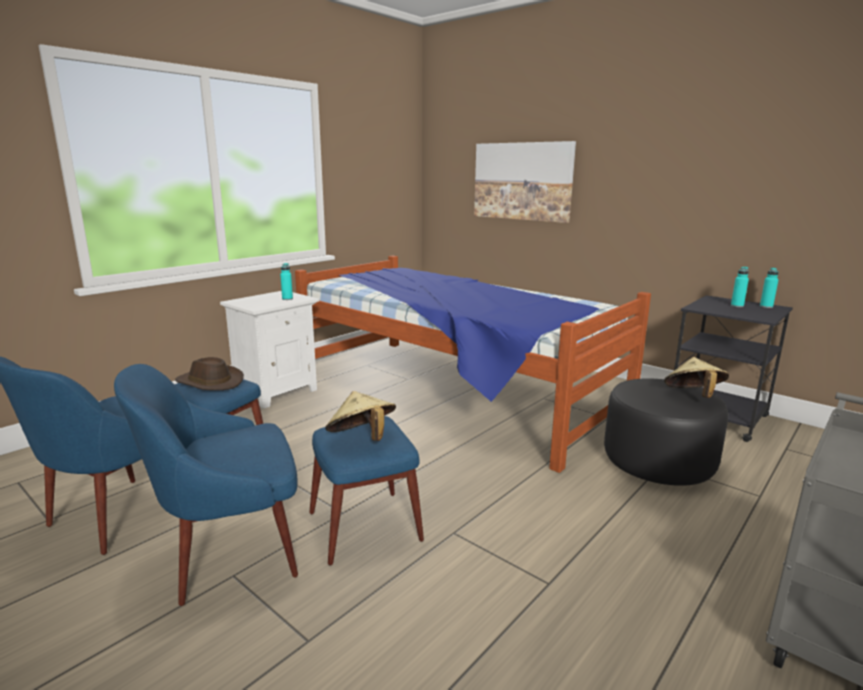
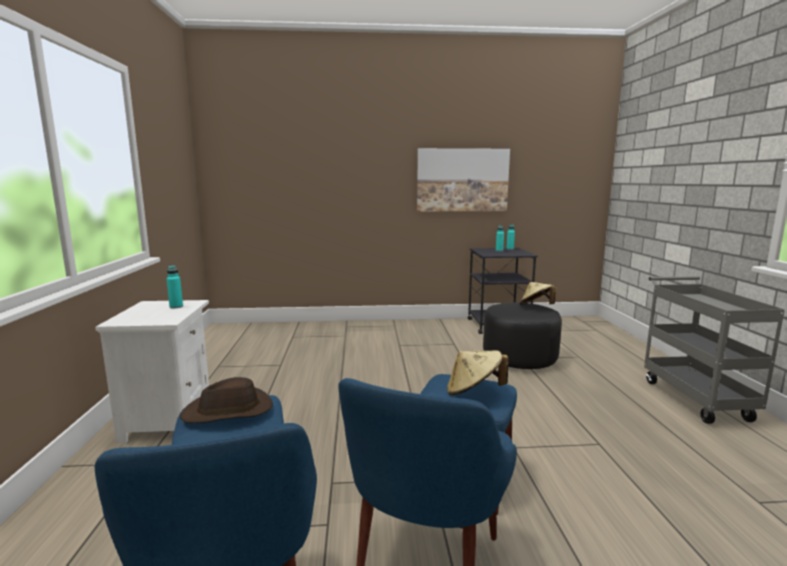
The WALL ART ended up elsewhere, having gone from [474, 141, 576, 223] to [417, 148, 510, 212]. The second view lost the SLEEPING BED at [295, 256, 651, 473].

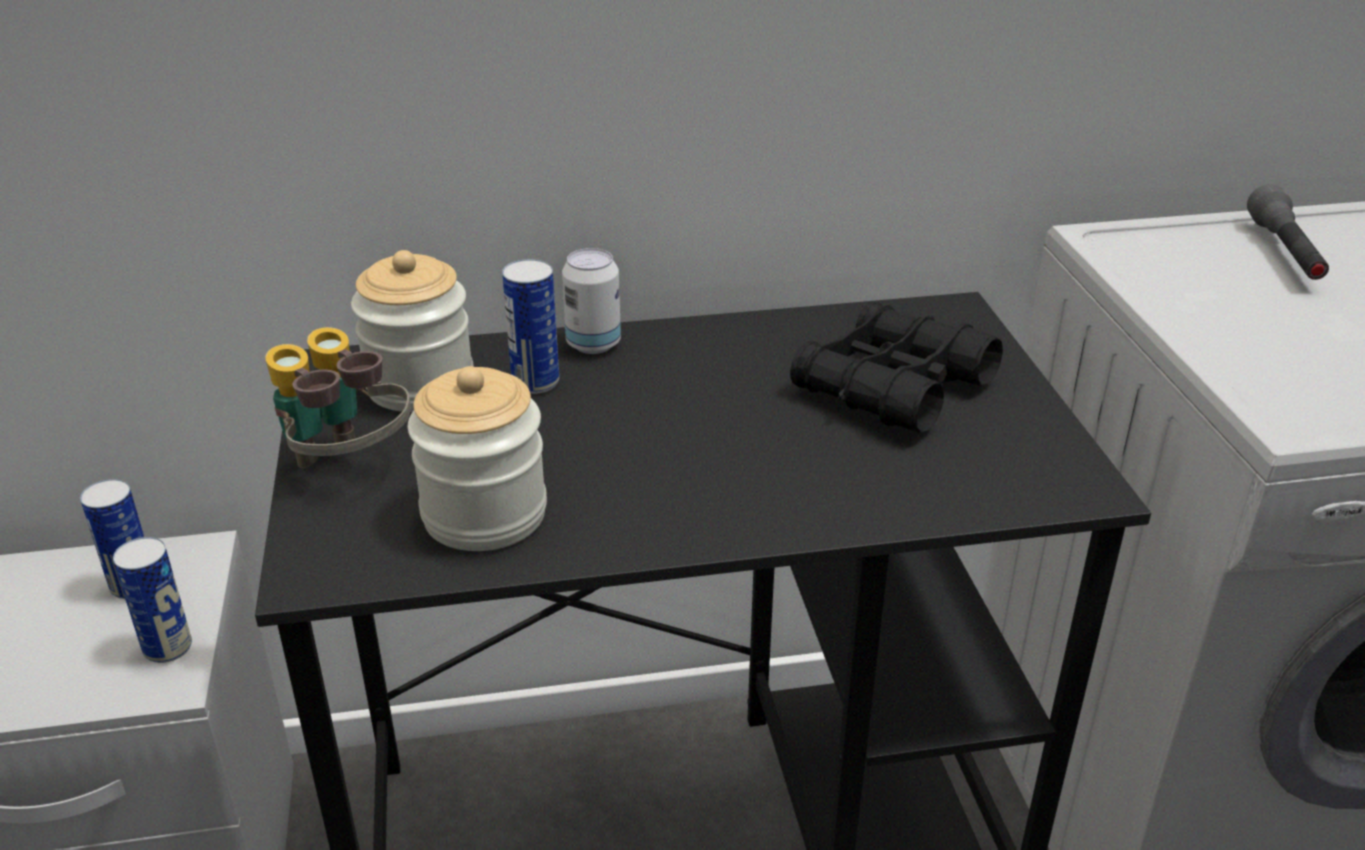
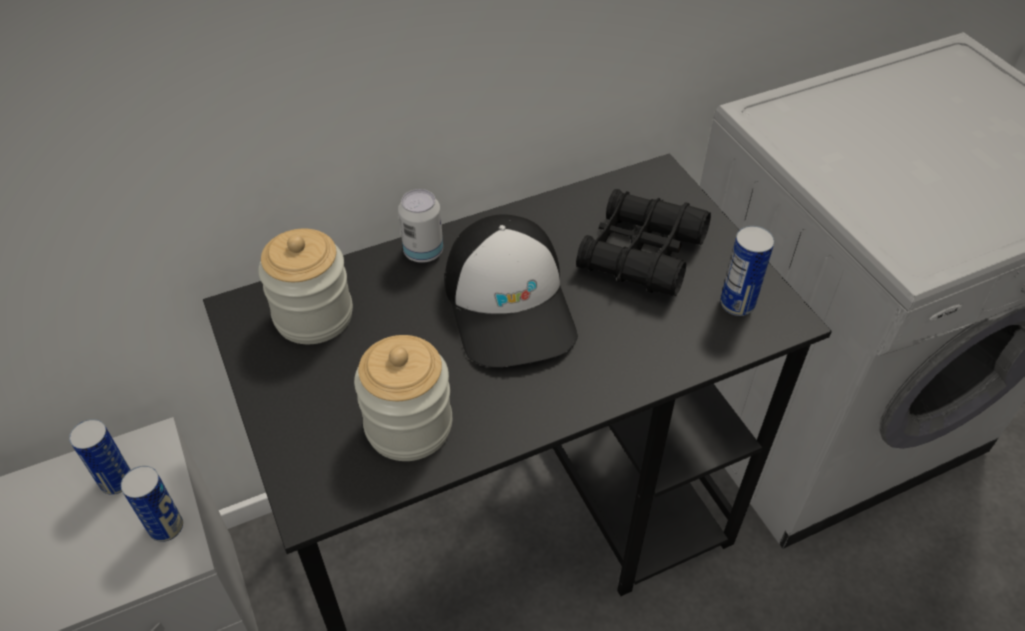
The second view lost the GREY TORCH at [1247, 184, 1329, 280]. The METAL CAN ended up elsewhere, having gone from [502, 259, 560, 394] to [720, 226, 775, 316]. The second view lost the BINOCULARS at [265, 327, 411, 468]. The second view gained the CAP at [445, 214, 578, 368].

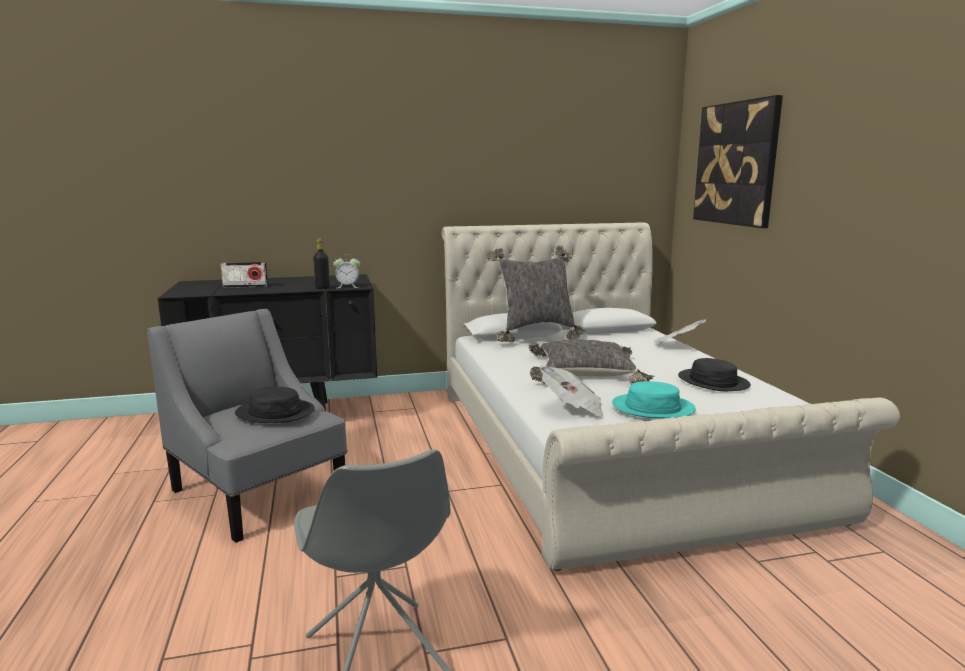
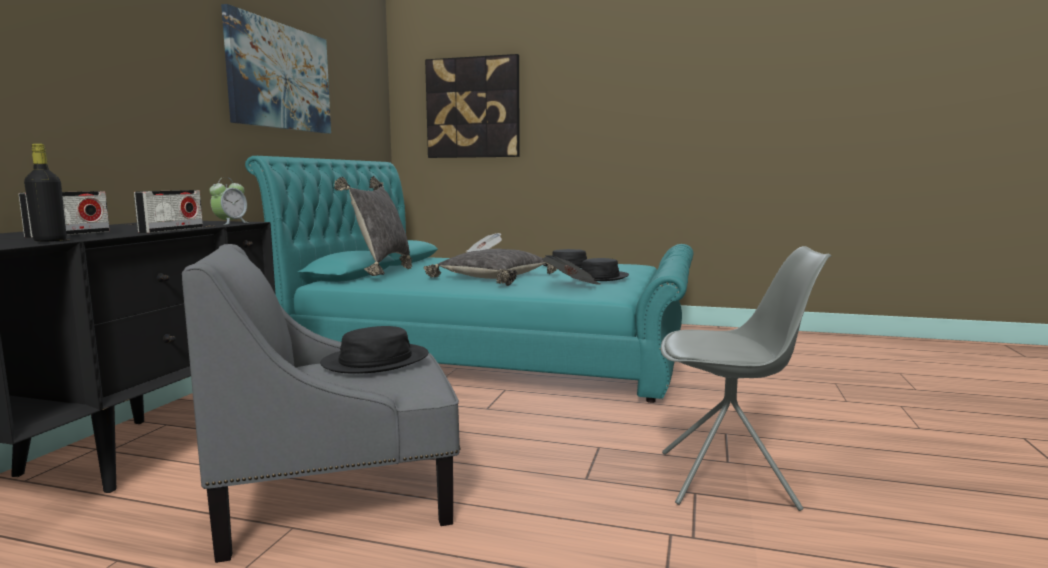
What was the SAND-COLOURED SLEEPING BED at [442, 223, 900, 571] turned into the BLUE-GREEN SLEEPING BED at [245, 156, 693, 403]. The BLACK BOTTLE ended up elsewhere, having gone from [313, 239, 330, 289] to [24, 144, 67, 242]. What was the BLUE-GREEN CLOTHING HAT at [612, 381, 696, 418] turned into the BLACK CLOTHING HAT at [582, 258, 629, 281]. The second view gained the WALL ART at [221, 4, 331, 134]. The second view gained the RADIO at [134, 190, 203, 233].

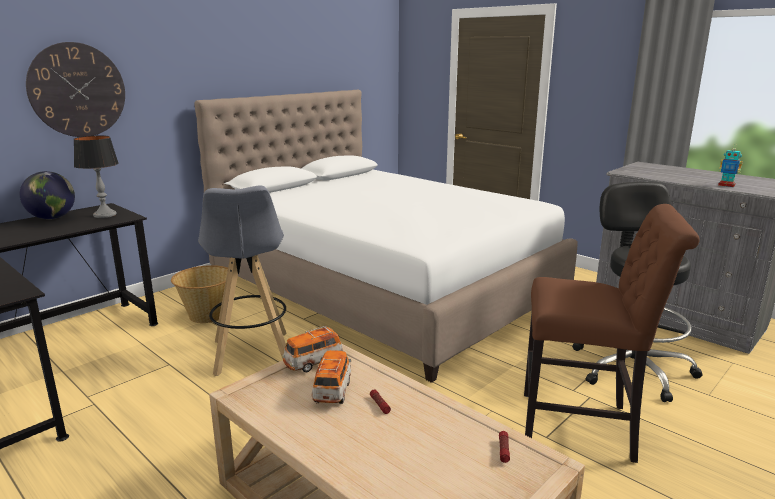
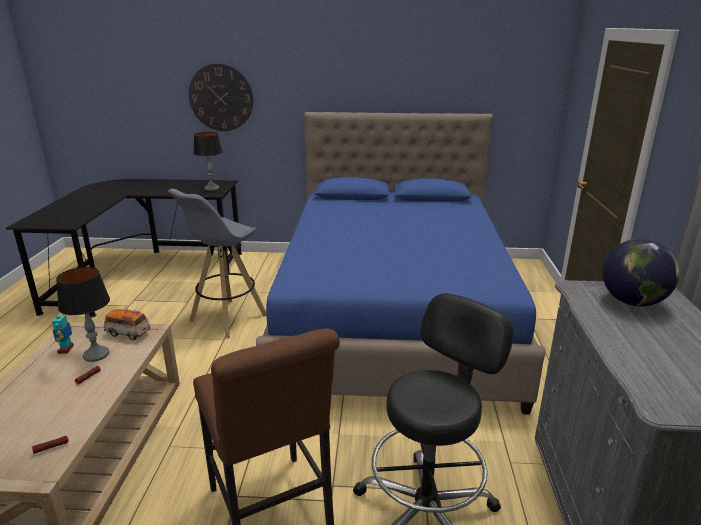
What was the WHITE SLEEPING BED at [195, 90, 578, 383] turned into the BLUE-COLOURED SLEEPING BED at [256, 112, 546, 415]. The MODEL ROBOT ended up elsewhere, having gone from [718, 144, 743, 187] to [52, 311, 74, 354]. The WORLD GLOBE ended up elsewhere, having gone from [20, 171, 75, 219] to [602, 239, 679, 306]. The second view lost the HOUSEHOLD BASKET at [171, 265, 228, 323]. Where the MODEL CAR stood at [311, 350, 351, 404], the TABLETOP LAMP came to stand at [56, 267, 110, 362].

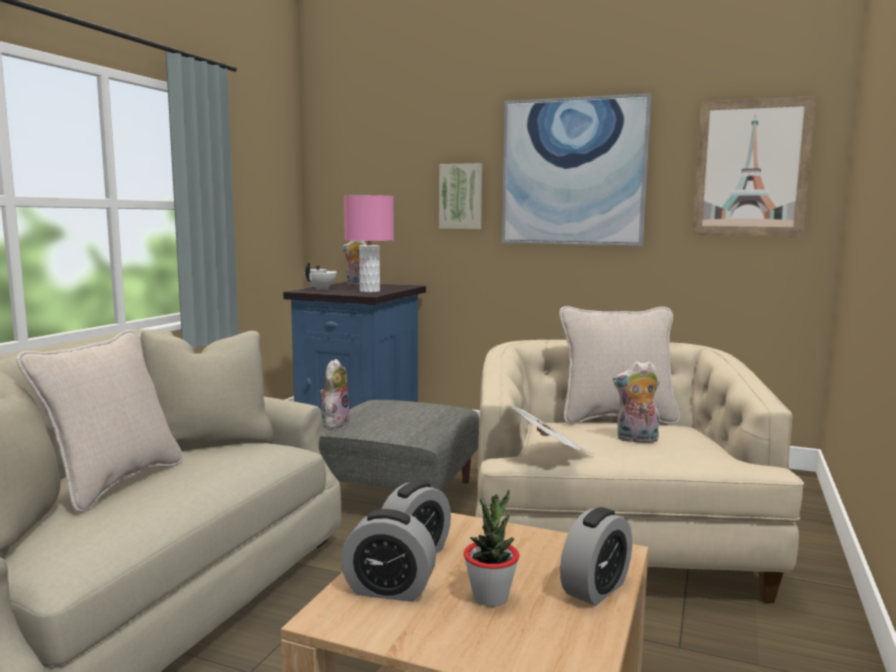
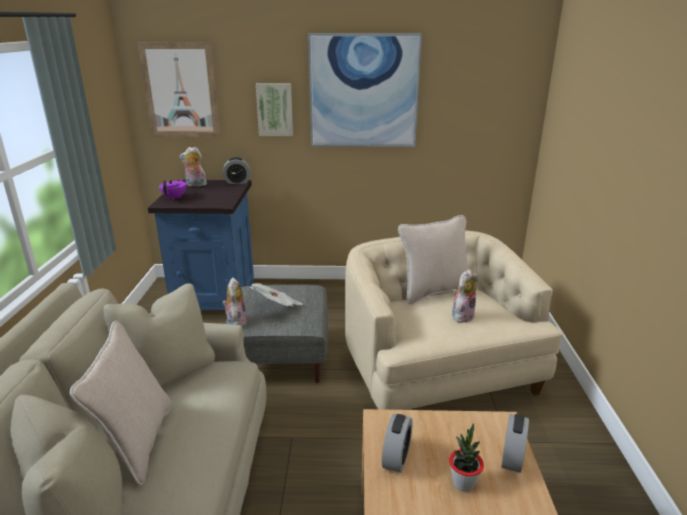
The WALL ART ended up elsewhere, having gone from [692, 96, 816, 236] to [138, 42, 221, 138]. The second view lost the PINKISH TABLETOP LAMP at [344, 195, 394, 292]. What was the WHITE POT FOR TEA at [305, 261, 337, 290] turned into the PURPLISH POT FOR TEA at [159, 179, 187, 200]. The CUDDLY TOY at [613, 361, 660, 443] ended up facing another way, 150 degrees clockwise from before. The NEWSPAPER ended up elsewhere, having gone from [503, 404, 594, 454] to [250, 283, 303, 307]. The TABLE CLOCK ended up elsewhere, having gone from [341, 509, 436, 602] to [223, 157, 251, 184].

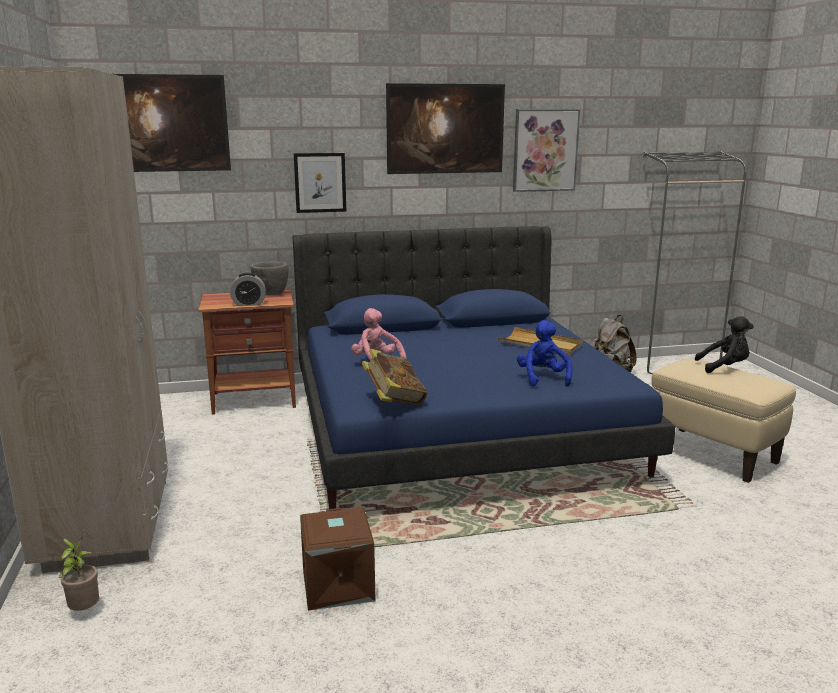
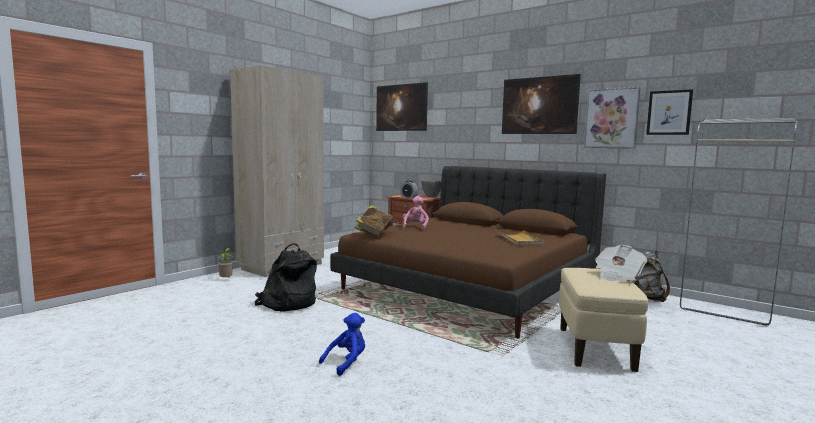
The WALL ART ended up elsewhere, having gone from [294, 153, 346, 213] to [646, 89, 693, 135]. What was the BLUE-COLOURED SLEEPING BED at [292, 226, 675, 509] turned into the BROWNISH SLEEPING BED at [330, 166, 606, 339]. Where the BLACK CUDDLY TOY stood at [695, 316, 753, 373], the NEWSPAPER came to stand at [595, 245, 647, 281]. The BLUE-COLOURED CUDDLY TOY ended up elsewhere, having gone from [517, 320, 573, 387] to [319, 313, 365, 376]. Where the BROWNISH STORAGE CONTAINER stood at [300, 508, 376, 611], the BLACK KNAPSACK came to stand at [255, 243, 317, 312].

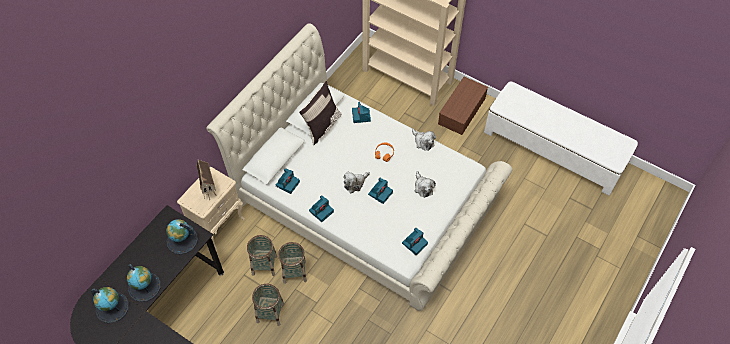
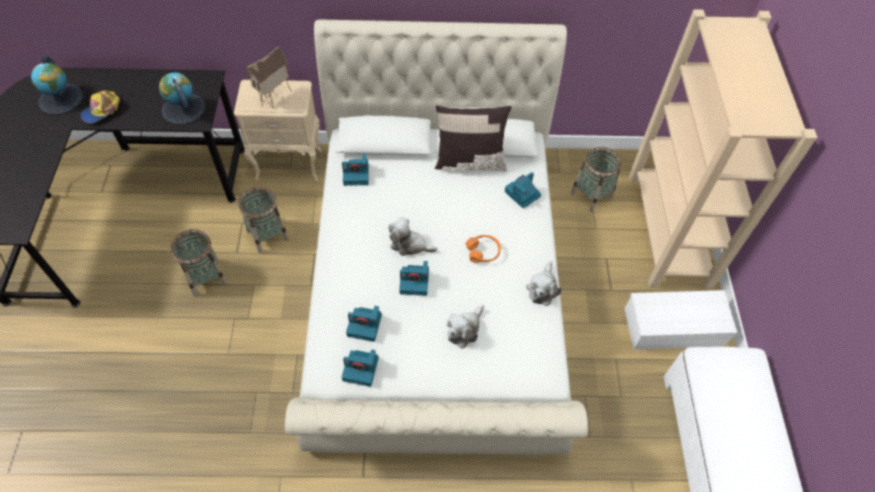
What was the BROWNISH STORAGE CONTAINER at [438, 77, 488, 135] turned into the WHITE STORAGE CONTAINER at [625, 290, 737, 350]. The STILL CAMERA ended up elsewhere, having gone from [309, 195, 334, 222] to [346, 306, 382, 342]. The HOUSEHOLD BASKET ended up elsewhere, having gone from [278, 242, 307, 284] to [571, 147, 621, 212]. Where the WORLD GLOBE stood at [127, 264, 161, 302], the CAP came to stand at [80, 90, 120, 123].

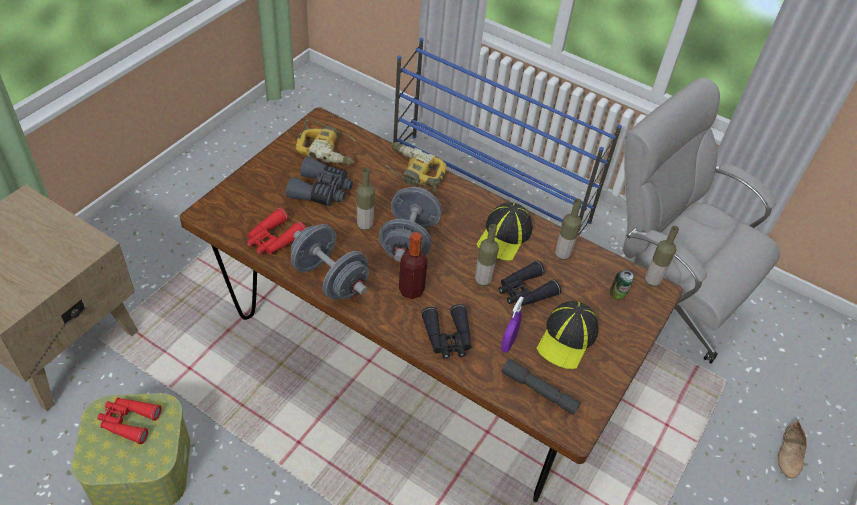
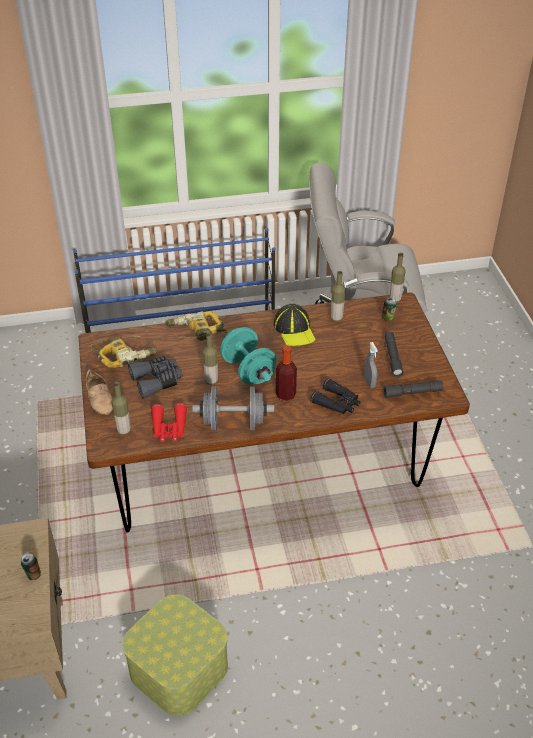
What was the GREY HAND WEIGHT at [379, 187, 442, 262] turned into the BLUE-GREEN HAND WEIGHT at [220, 327, 276, 384]. The BOTTLE ended up elsewhere, having gone from [475, 224, 499, 286] to [112, 382, 131, 435]. The second view lost the BLACK BINOCULARS at [499, 260, 561, 307]. What was the PURPLISH SPRAYER at [501, 296, 524, 353] turned into the GREY SPRAYER at [364, 342, 378, 388]. Where the CAP stood at [536, 301, 599, 369], the GREY TORCH came to stand at [385, 332, 404, 377]. The second view lost the REDDISH BINOCULARS at [97, 397, 161, 444]. The SAND-COLOURED LOW SHOE ended up elsewhere, having gone from [778, 420, 807, 479] to [86, 369, 113, 415]. The second view gained the METAL CAN at [21, 552, 41, 580].

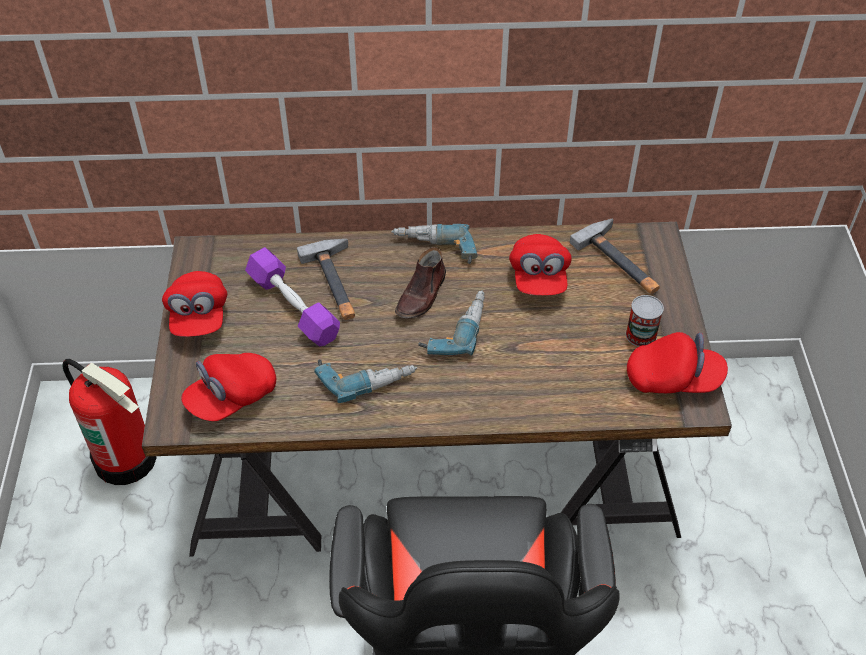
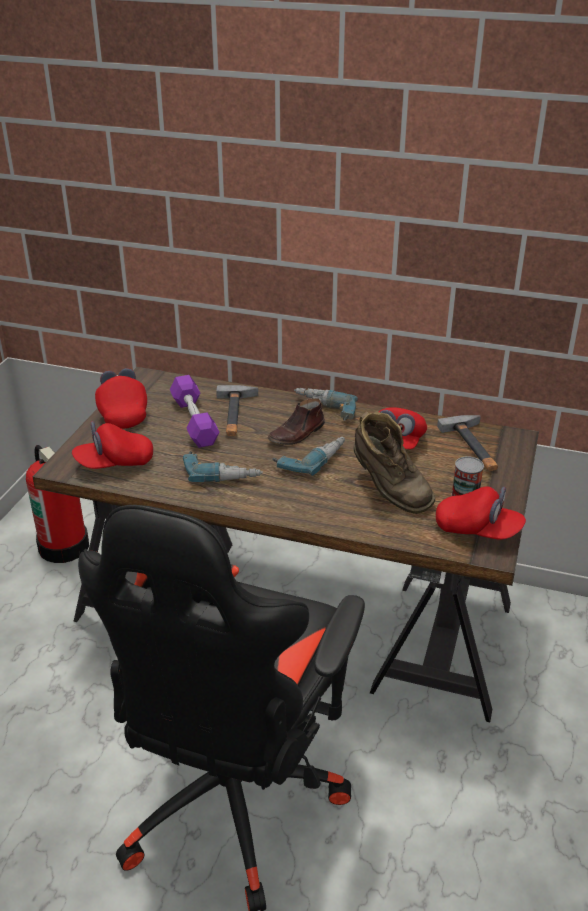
The REDDISH CAP at [162, 271, 227, 337] ended up facing another way, 150 degrees clockwise from before. The second view gained the BROWNISH HIGH-TOP BOOT at [354, 411, 435, 514].

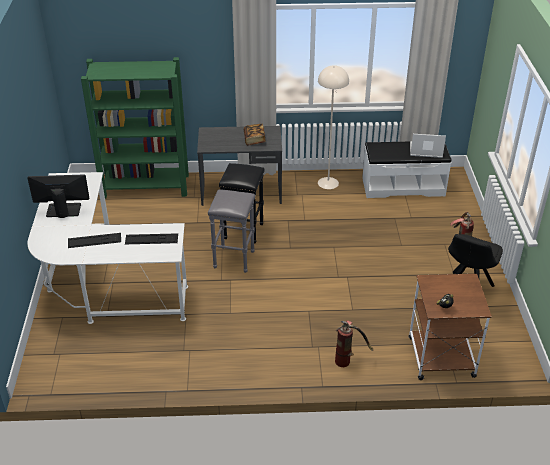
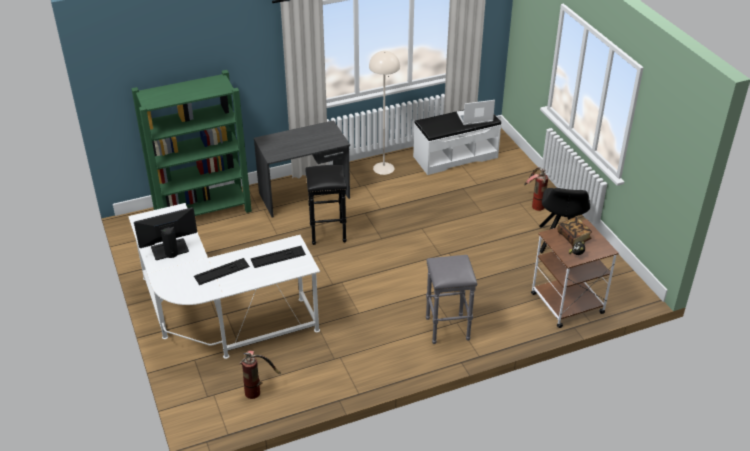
The BOUND BOOK ended up elsewhere, having gone from [244, 124, 266, 145] to [557, 217, 592, 246]. The GREY SITTING STOOL ended up elsewhere, having gone from [208, 189, 255, 273] to [426, 255, 477, 344]. The FIRE-FIGHTING CYLINDER ended up elsewhere, having gone from [335, 320, 373, 367] to [239, 351, 281, 399].

